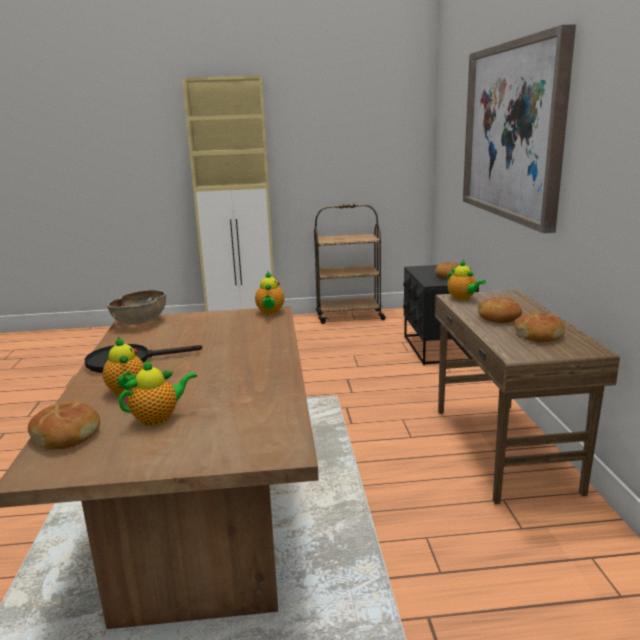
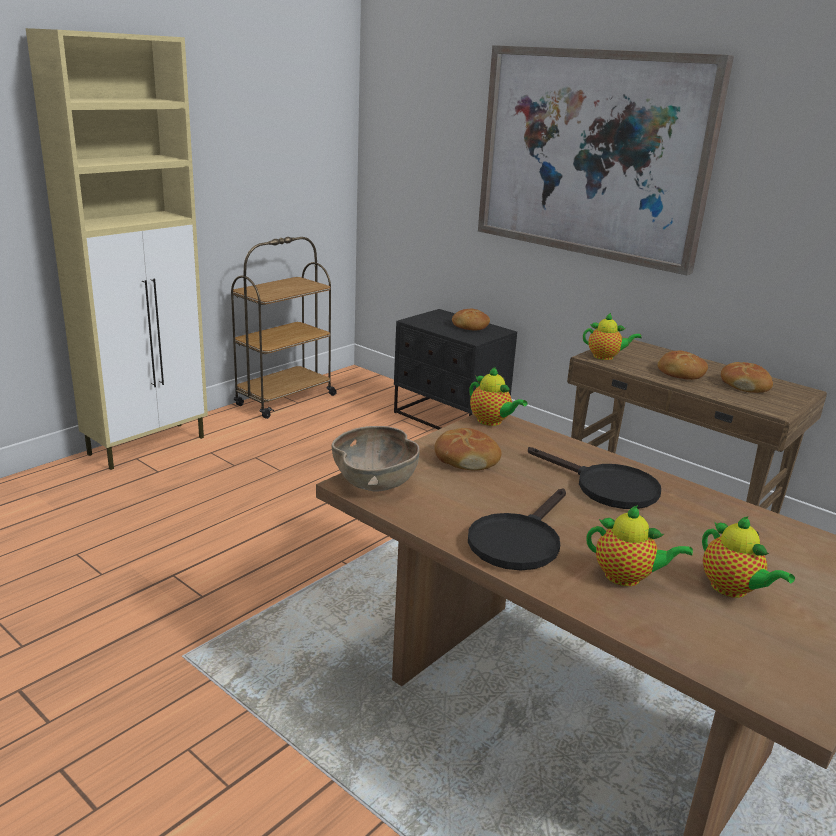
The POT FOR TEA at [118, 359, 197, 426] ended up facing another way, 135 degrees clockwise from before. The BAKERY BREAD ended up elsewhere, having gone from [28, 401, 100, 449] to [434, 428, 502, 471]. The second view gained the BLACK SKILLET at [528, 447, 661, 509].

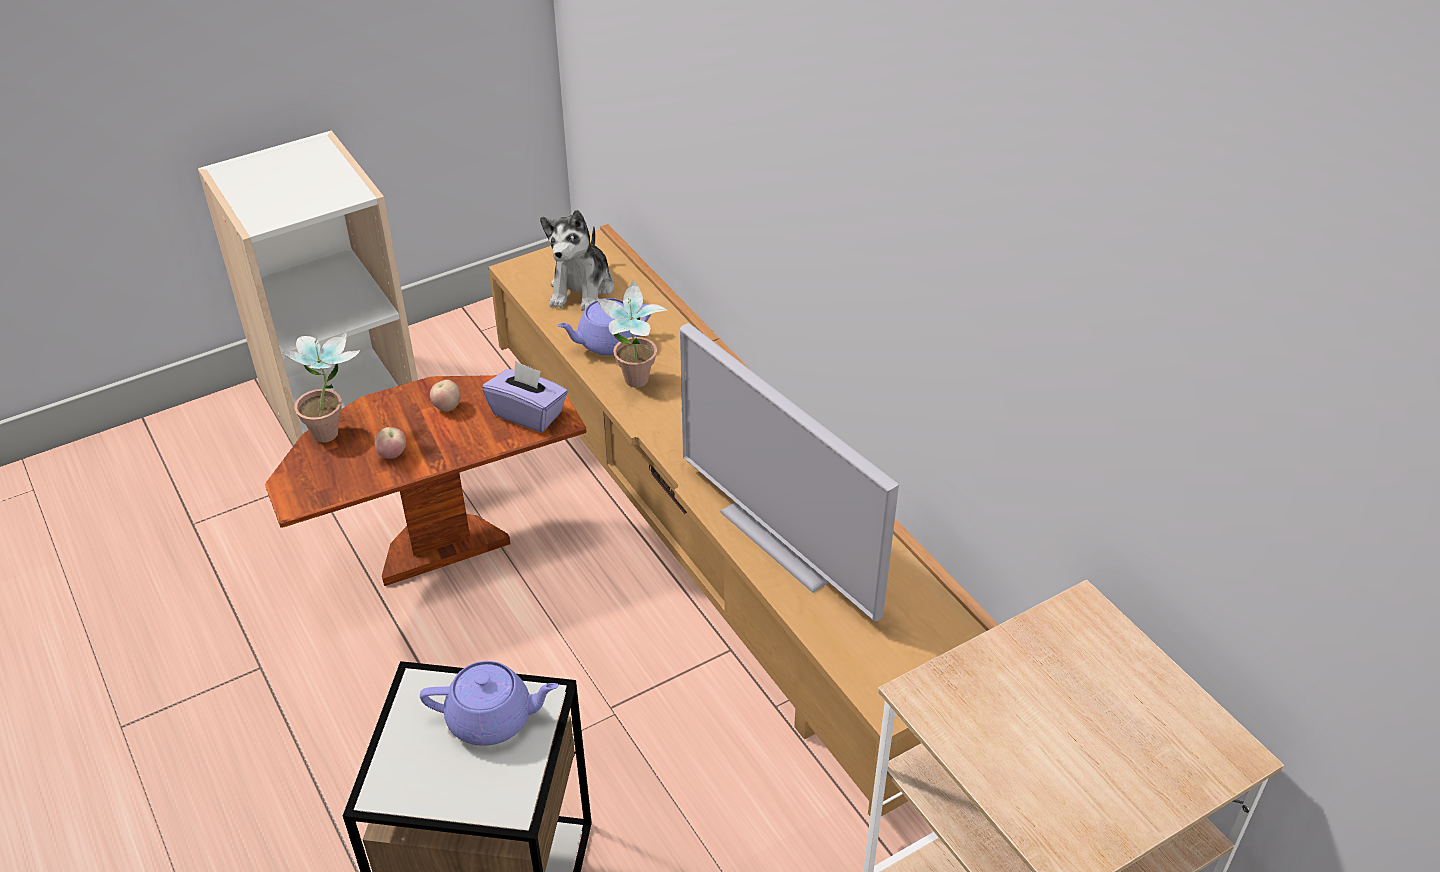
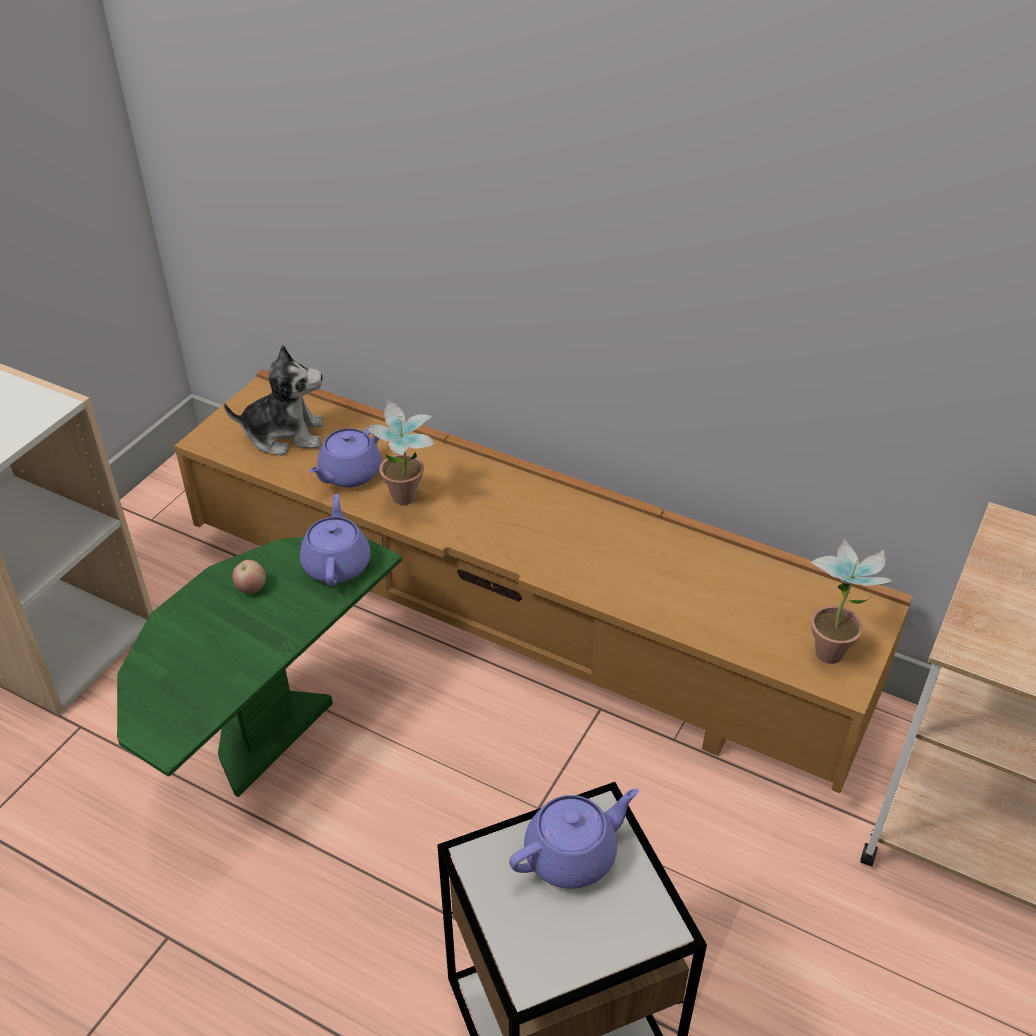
The CUDDLY TOY at [540, 210, 614, 311] ended up facing another way, 75 degrees counterclockwise from before. The second view lost the TV SET at [680, 323, 899, 621]. The HOUSEPLANT ended up elsewhere, having gone from [281, 332, 360, 442] to [810, 539, 895, 664]. Where the PURPLISH BOX OF TISSUES stood at [482, 361, 568, 432], the PURPLISH POT FOR TEA came to stand at [300, 494, 371, 586]. What was the BROWNISH END TABLE at [265, 375, 587, 586] turned into the GREENISH END TABLE at [117, 537, 402, 797]. The second view lost the APPLE FRUIT at [375, 427, 406, 459].

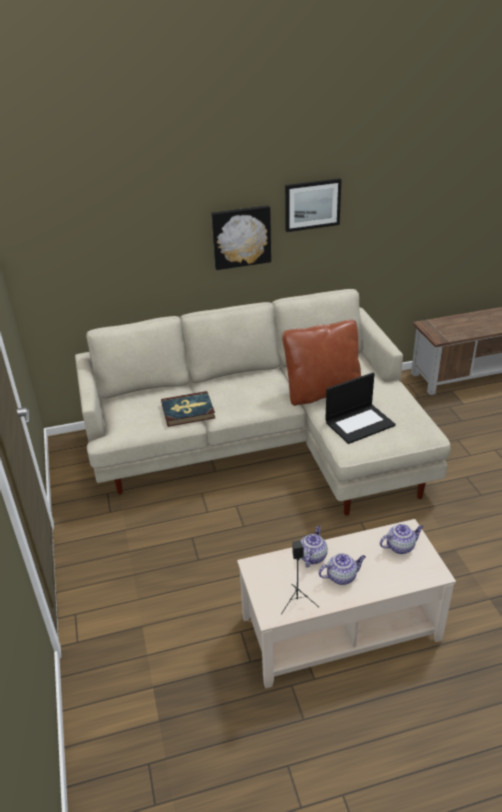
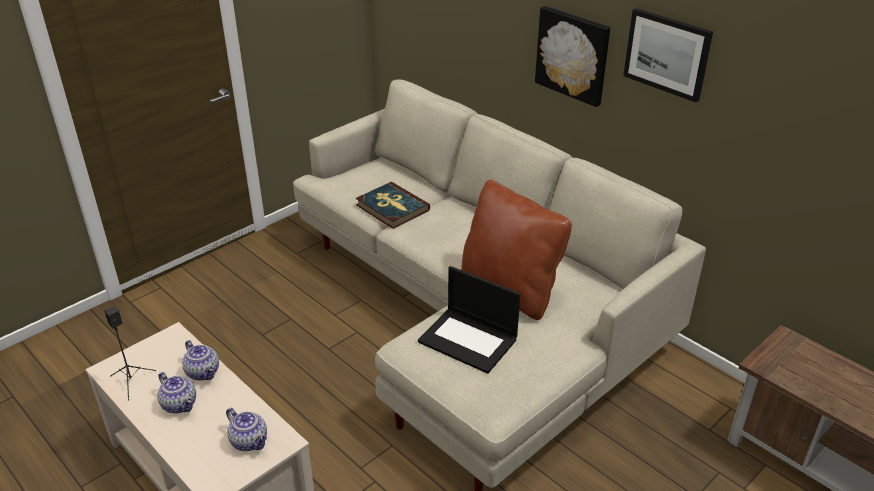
The POT FOR TEA at [301, 526, 328, 568] ended up facing another way, 60 degrees clockwise from before.

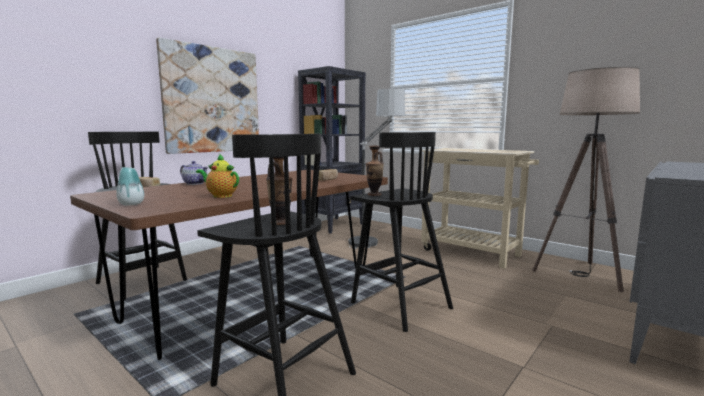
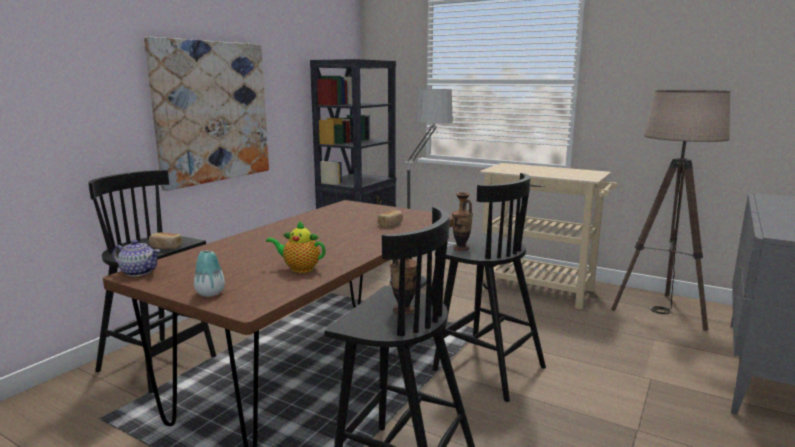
The POT FOR TEA ended up elsewhere, having gone from [180, 161, 208, 185] to [113, 240, 160, 276].

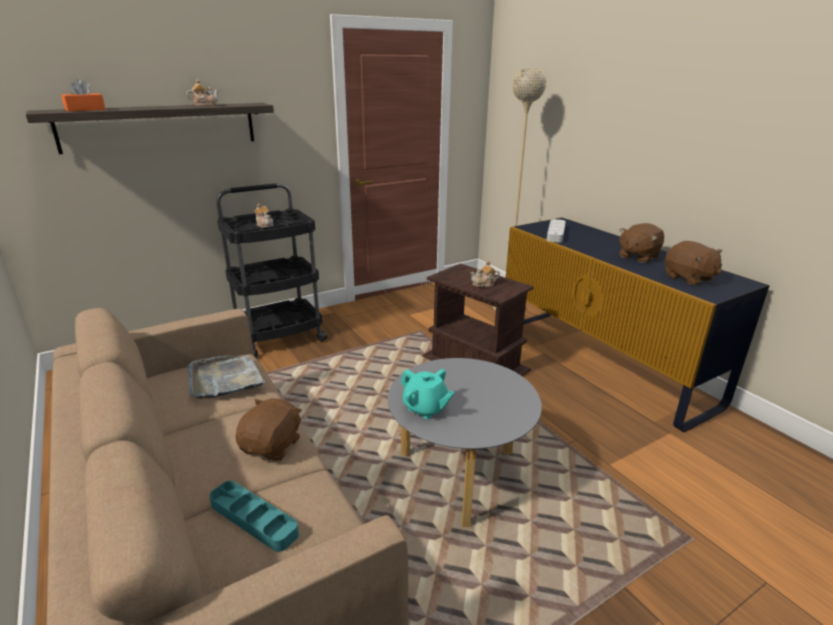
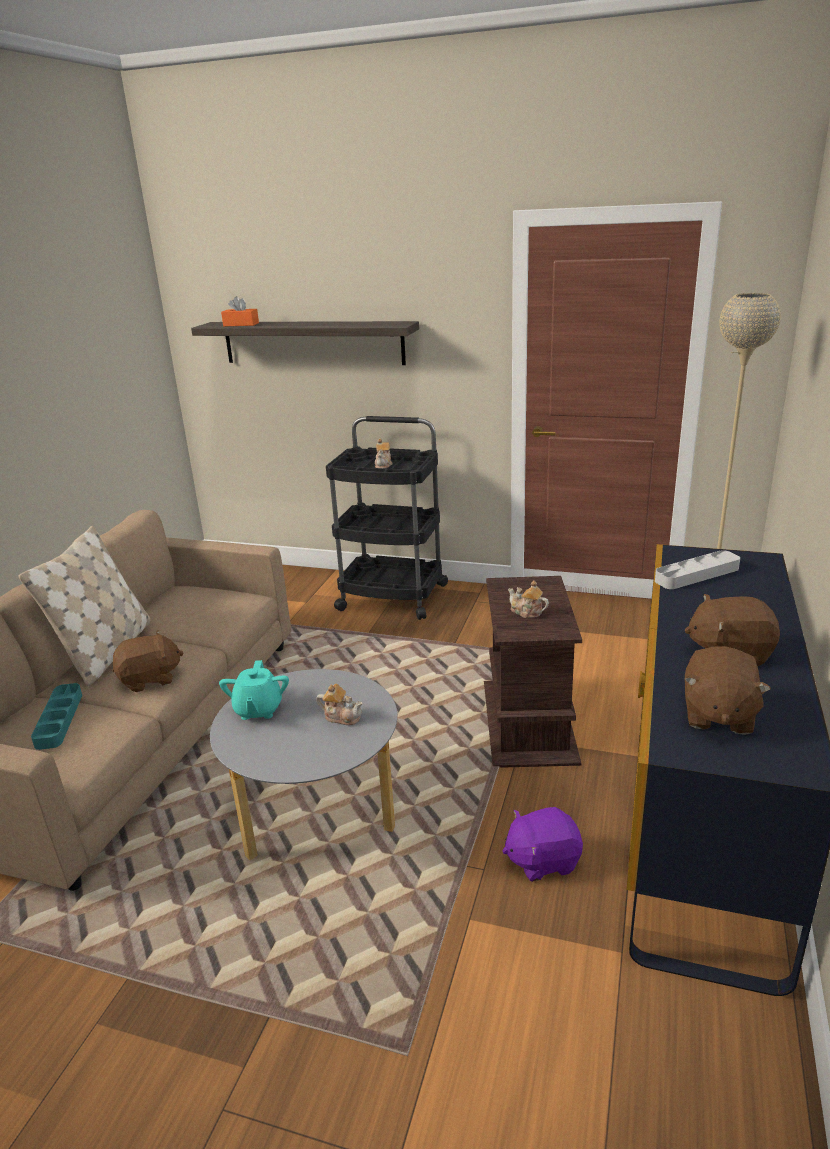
The POT FOR TEA ended up elsewhere, having gone from [187, 79, 219, 106] to [316, 684, 363, 725]. The second view lost the GREY TRAY at [188, 355, 265, 399]. The second view gained the SAND-COLOURED THROW PILLOW at [19, 526, 151, 686]. The second view gained the PURPLISH CUDDLY TOY at [502, 807, 583, 882].

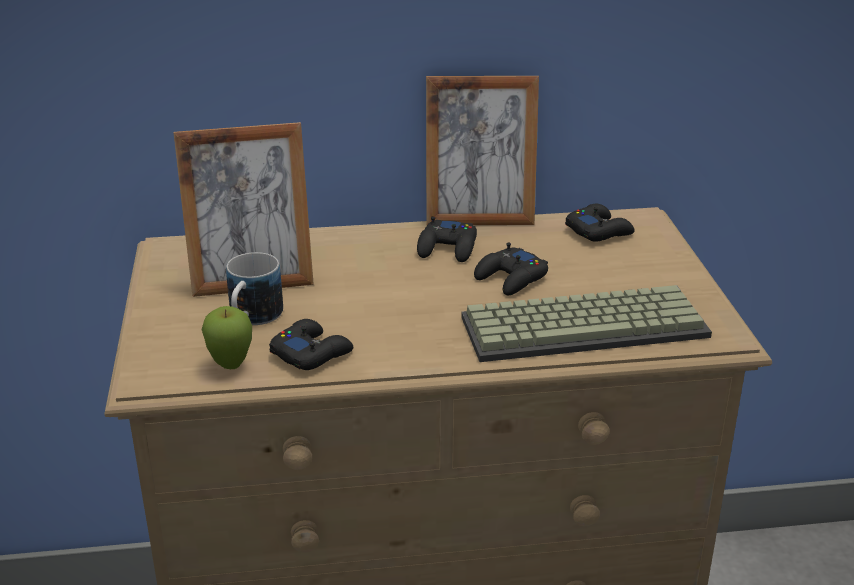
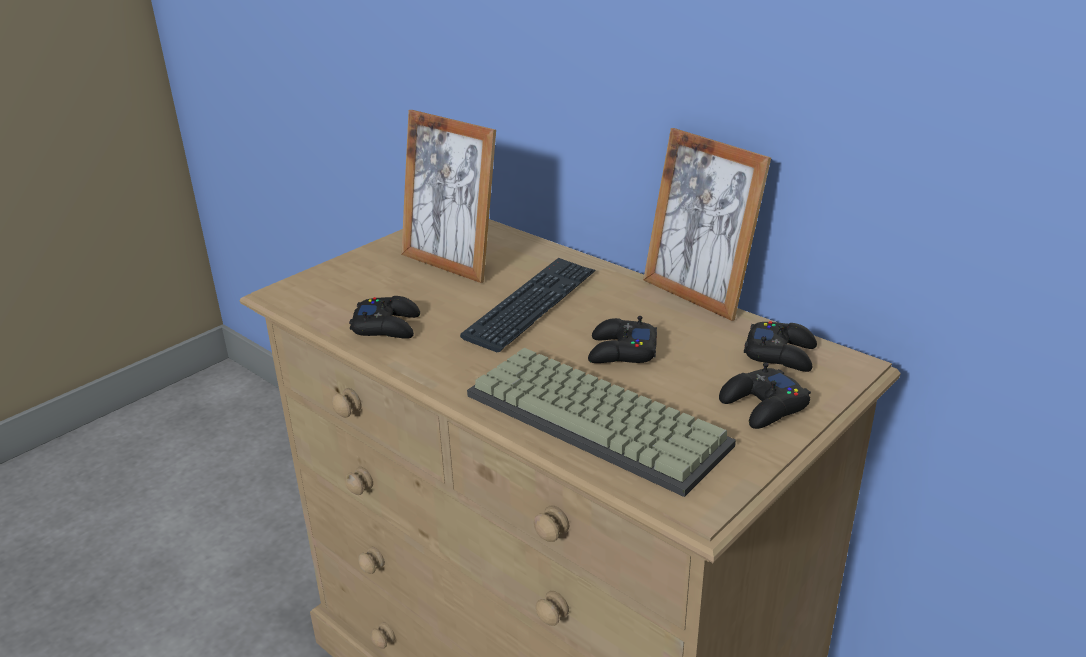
The BLACK JOYPAD ended up elsewhere, having gone from [417, 217, 477, 262] to [719, 362, 811, 429]. The second view lost the TEA MUG at [226, 252, 283, 325]. The second view lost the APPLE FRUIT at [202, 306, 252, 369]. The second view gained the PC KEYBOARD at [460, 258, 595, 352].

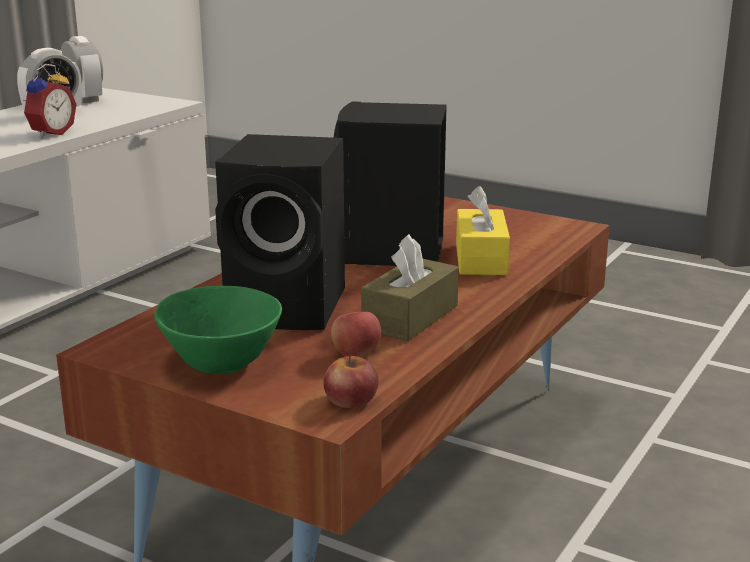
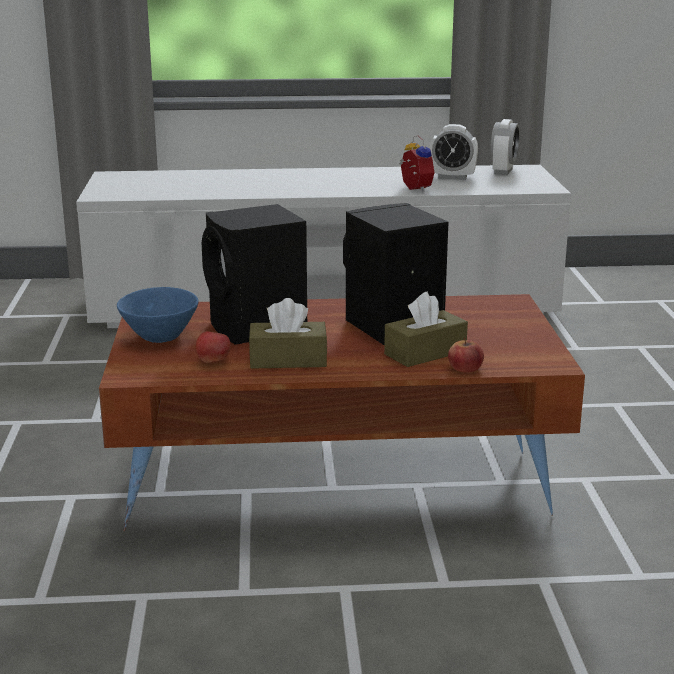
The TABLE CLOCK at [23, 64, 77, 138] ended up facing another way, 105 degrees counterclockwise from before. What was the YELLOWISH BOX OF TISSUES at [456, 186, 510, 275] turned into the BROWNISH BOX OF TISSUES at [384, 292, 468, 367]. What was the GREENISH DEEP DISH at [154, 286, 282, 374] turned into the BLUE-COLOURED DEEP DISH at [117, 287, 199, 343]. The APPLE FRUIT ended up elsewhere, having gone from [323, 355, 378, 408] to [448, 338, 484, 373].

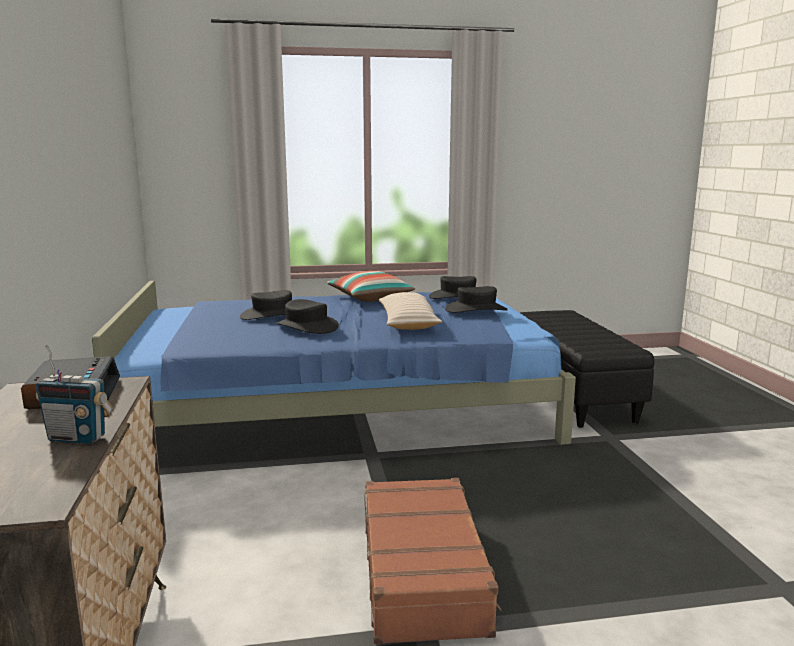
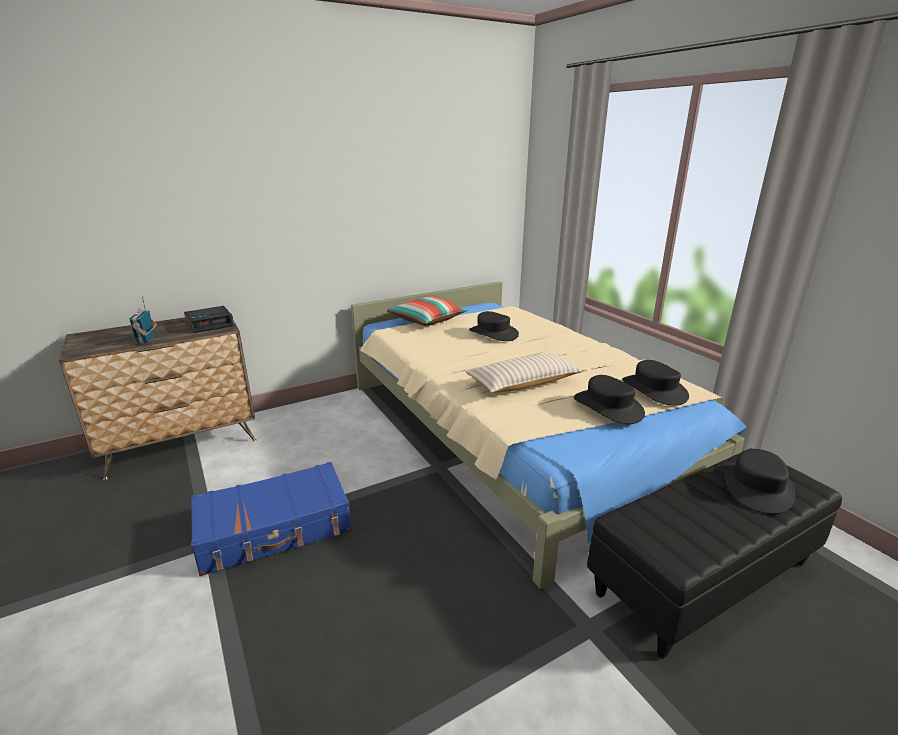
The THROW PILLOW ended up elsewhere, having gone from [327, 271, 415, 302] to [386, 296, 468, 326]. What was the BLUE-COLOURED SLEEPING BED at [92, 281, 576, 445] turned into the SAND-COLOURED SLEEPING BED at [351, 281, 747, 589]. The BLACK CLOTHING HAT ended up elsewhere, having gone from [276, 299, 339, 334] to [724, 449, 795, 514]. What was the BROWNISH PIECE OF LUGGAGE at [364, 478, 501, 645] turned into the BLUE-COLOURED PIECE OF LUGGAGE at [191, 462, 352, 576].

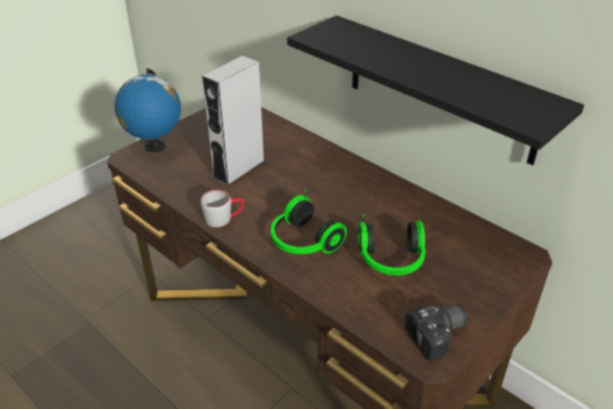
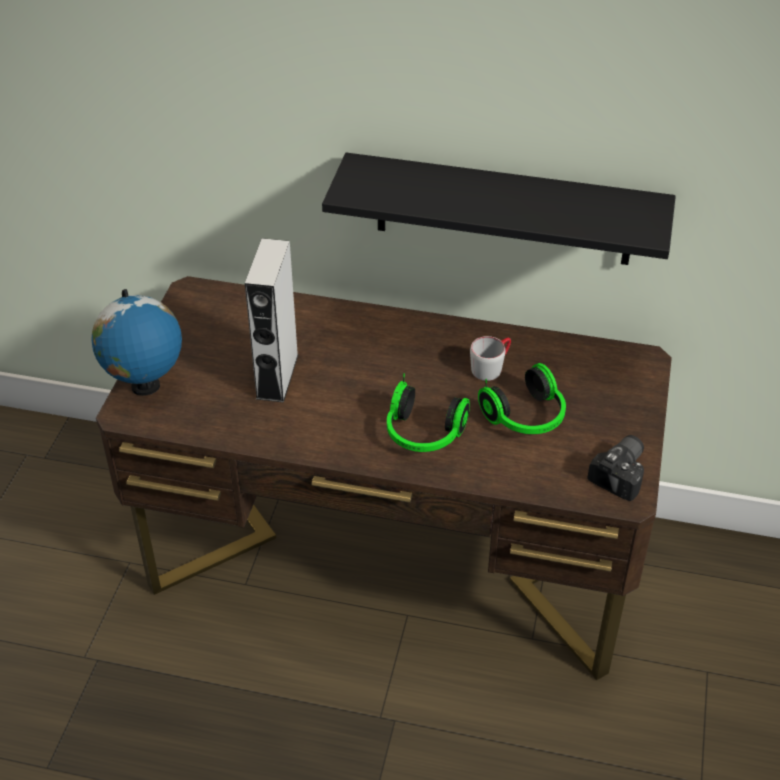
The GREY TEA MUG ended up elsewhere, having gone from [201, 190, 245, 227] to [470, 336, 511, 381].

